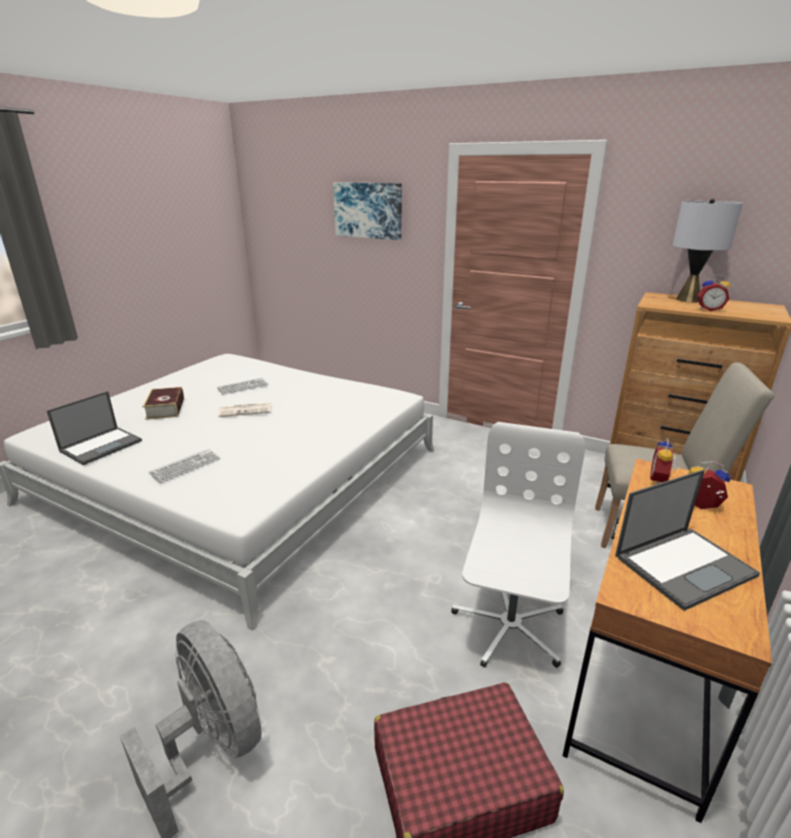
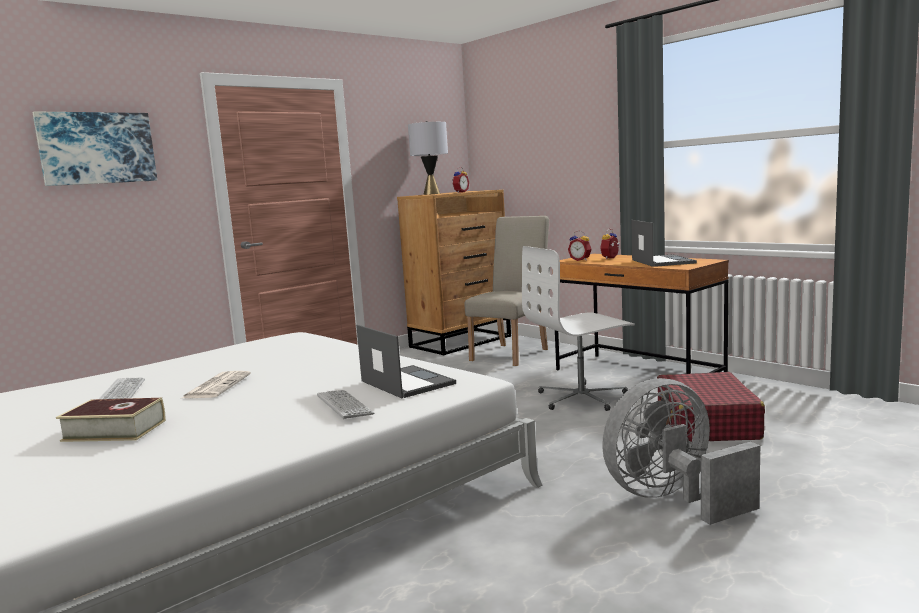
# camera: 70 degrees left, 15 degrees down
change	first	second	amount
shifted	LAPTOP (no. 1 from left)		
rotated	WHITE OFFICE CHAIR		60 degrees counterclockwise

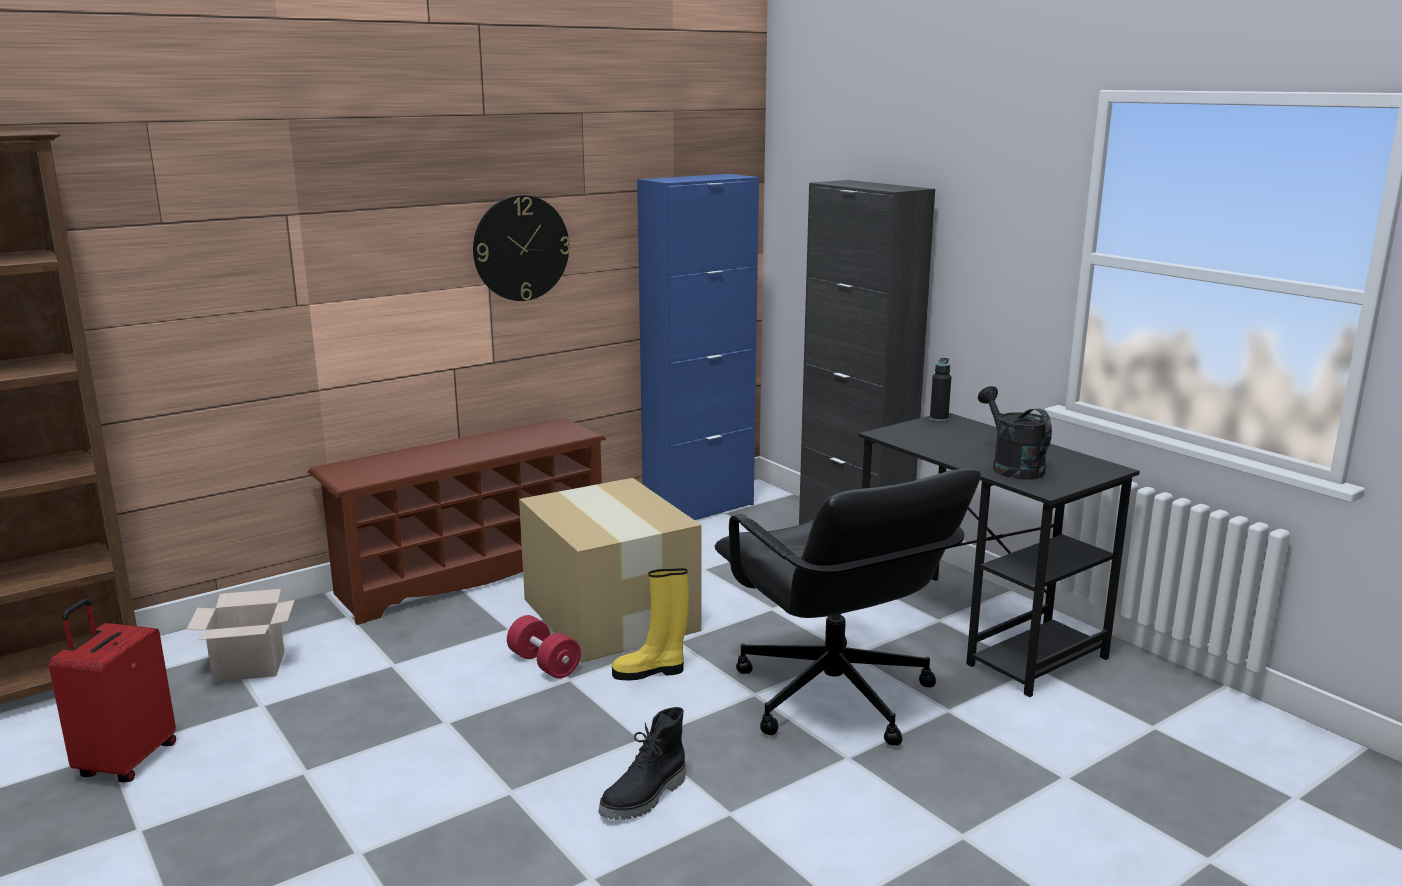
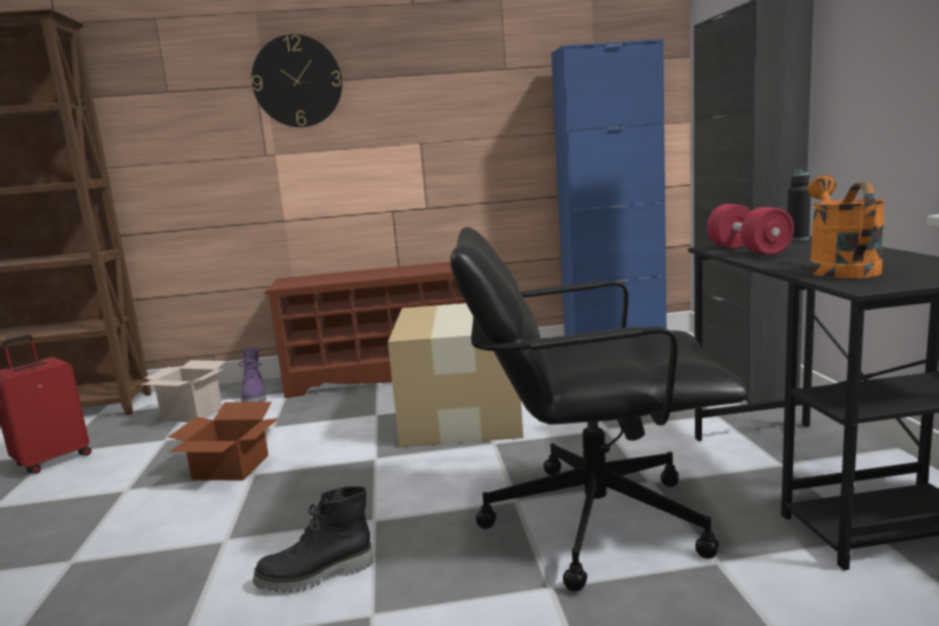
# camera: 30 degrees right, 5 degrees down
change	first	second	amount
shifted	WALL CLOCK		
repainted	BLACK WATERING CAN	ORANGE WATERING CAN	
rotated	BLACK OFFICE CHAIR		90 degrees clockwise
gone	YELLOW BOOT		
shifted	RED DUMBBELL		
new		PURPLE BOOT	
new		CARDBOARD BOX (no. 2 from left)	

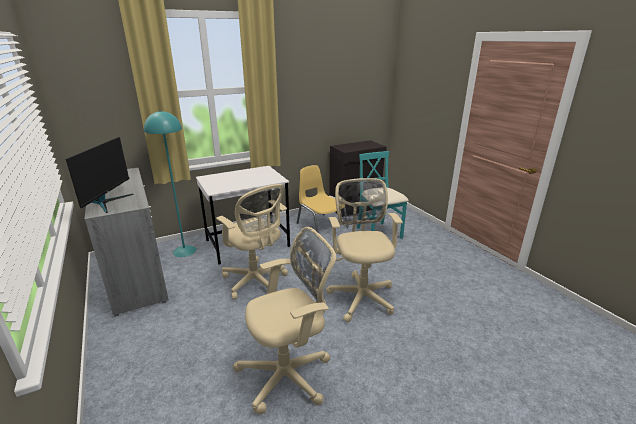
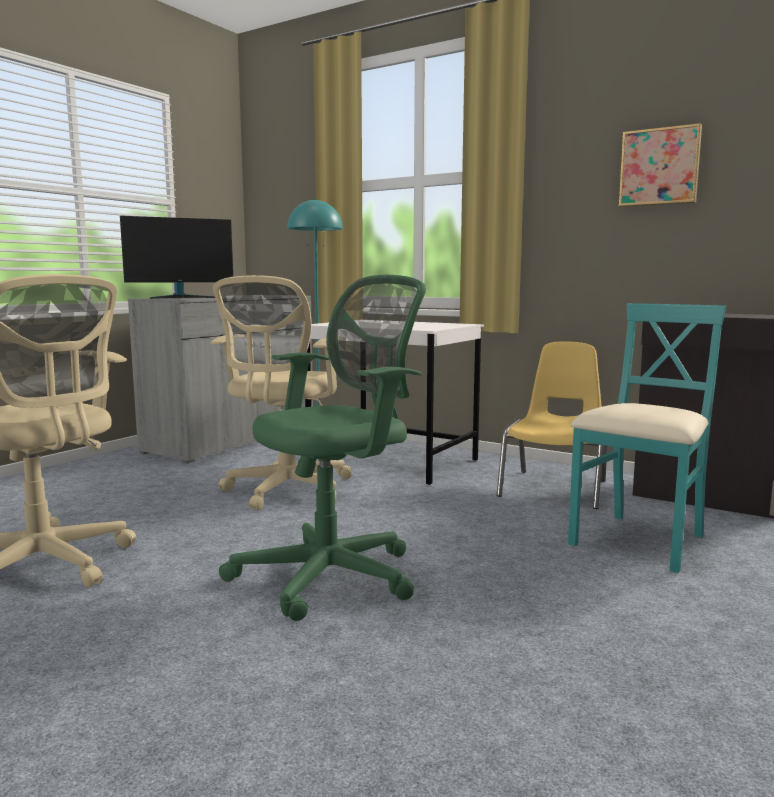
# camera: 60 degrees right, 15 degrees down
change	first	second	amount
repainted	BEIGE OFFICE CHAIR (no. 3 from left)	GREEN OFFICE CHAIR	
new		PICTURE	

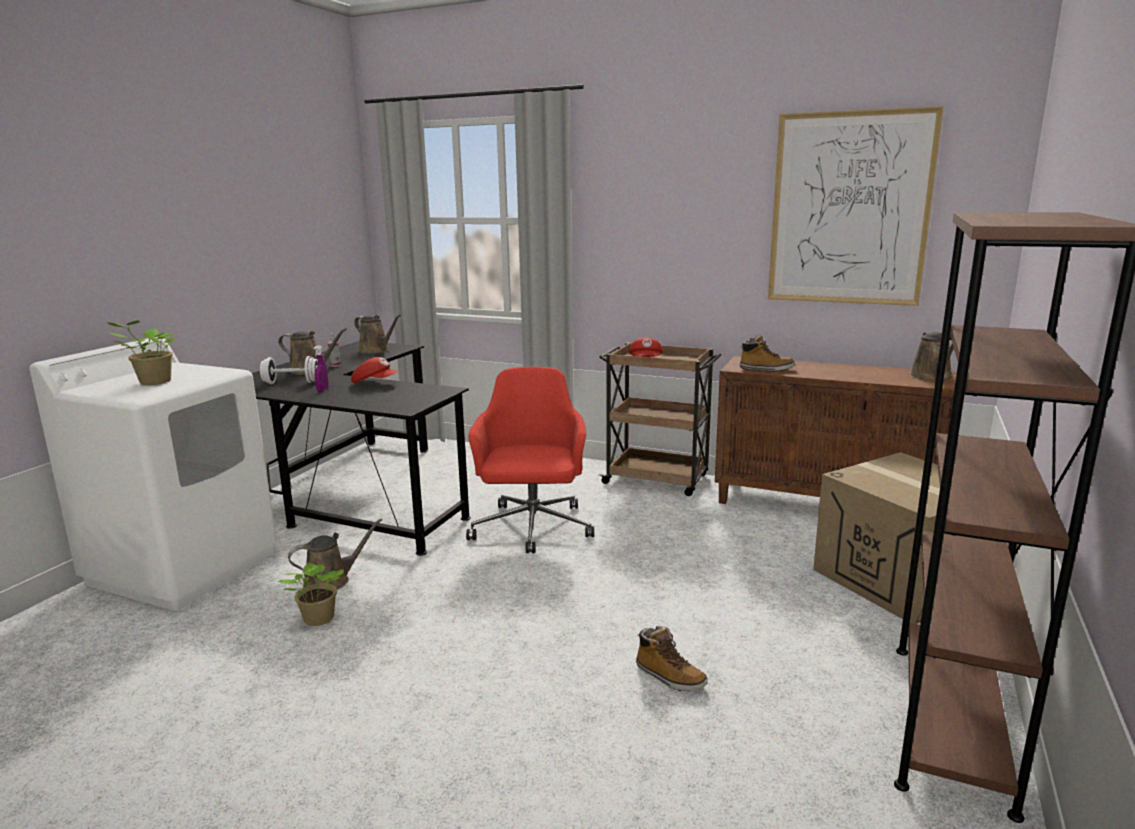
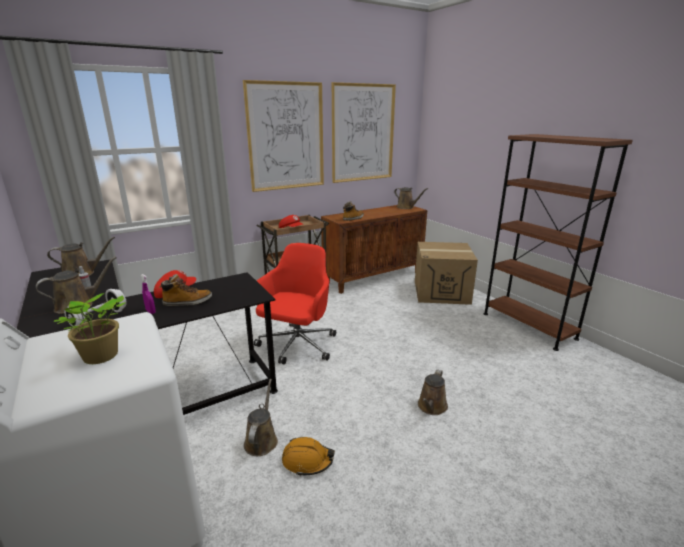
# camera: 55 degrees left, 5 degrees up
change	first	second	amount
rotated	RED OFFICE CHAIR		75 degrees clockwise
swapped	POTTED PLANT (no. 2 from left)	ORANGE HARD HAT	
shifted	BOOT (no. 1 from left)		
new		PICTURE (no. 1 from left)	
new		BROWN WATERING CAN (no. 5 from left)	

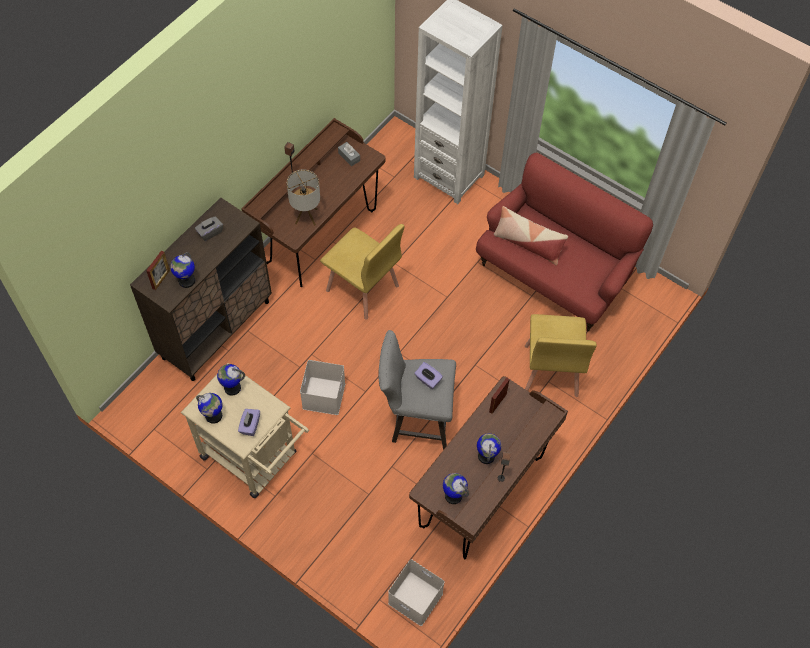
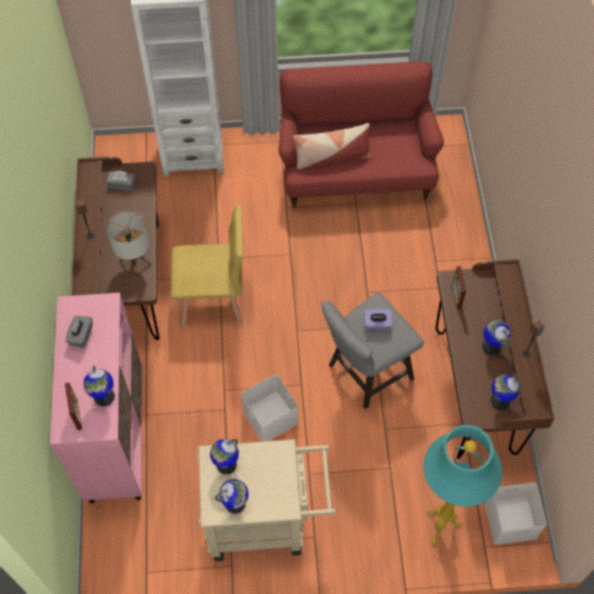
# camera: 40 degrees left, 0 degrees up
change	first	second	amount
repainted	BROWN CABINET	PINK CABINET	
gone	YELLOW CHAIR (no. 2 from left)		
gone	PURPLE TISSUE BOX (no. 1 from left)		
new		TURQUOISE FLOOR LAMP	

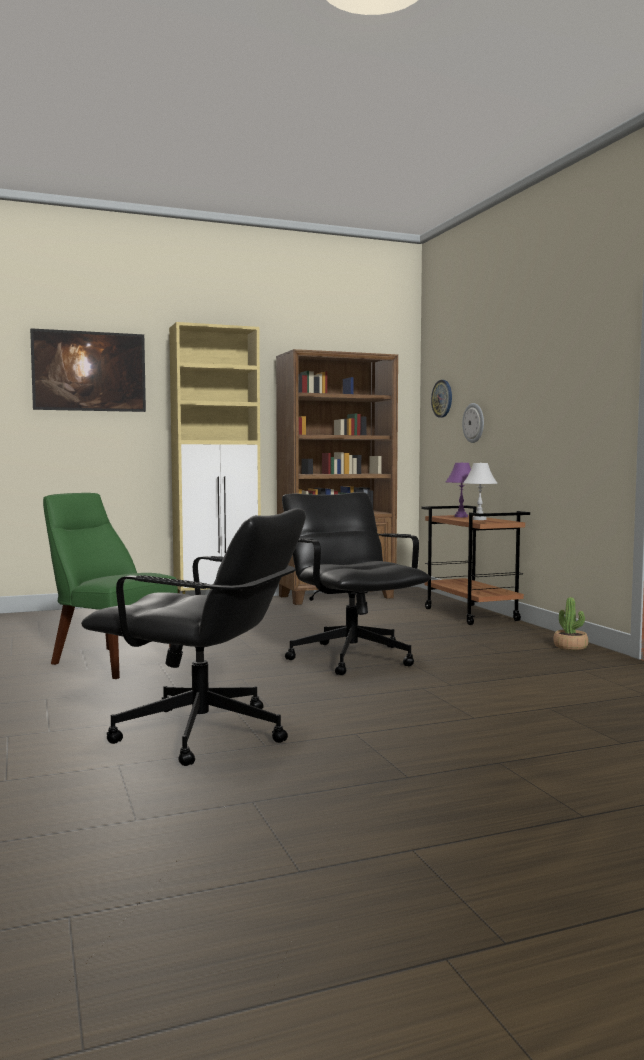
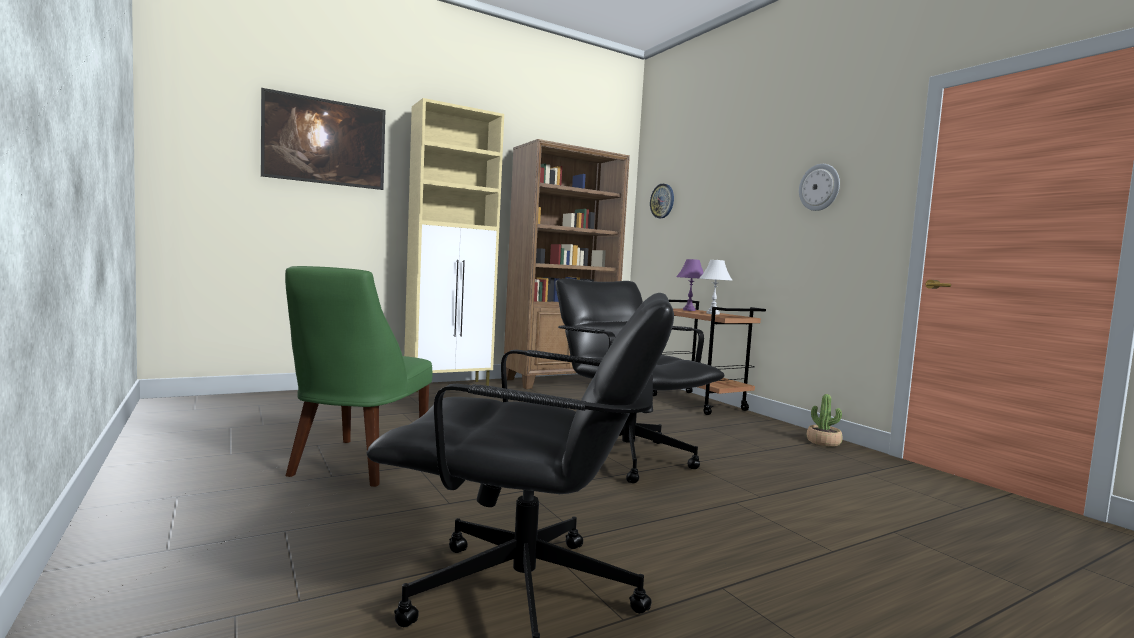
# camera: 10 degrees left, 0 degrees up
change	first	second	amount
shifted	WALL CLOCK (no. 2 from left)		
rotated	GREEN CHAIR		105 degrees counterclockwise

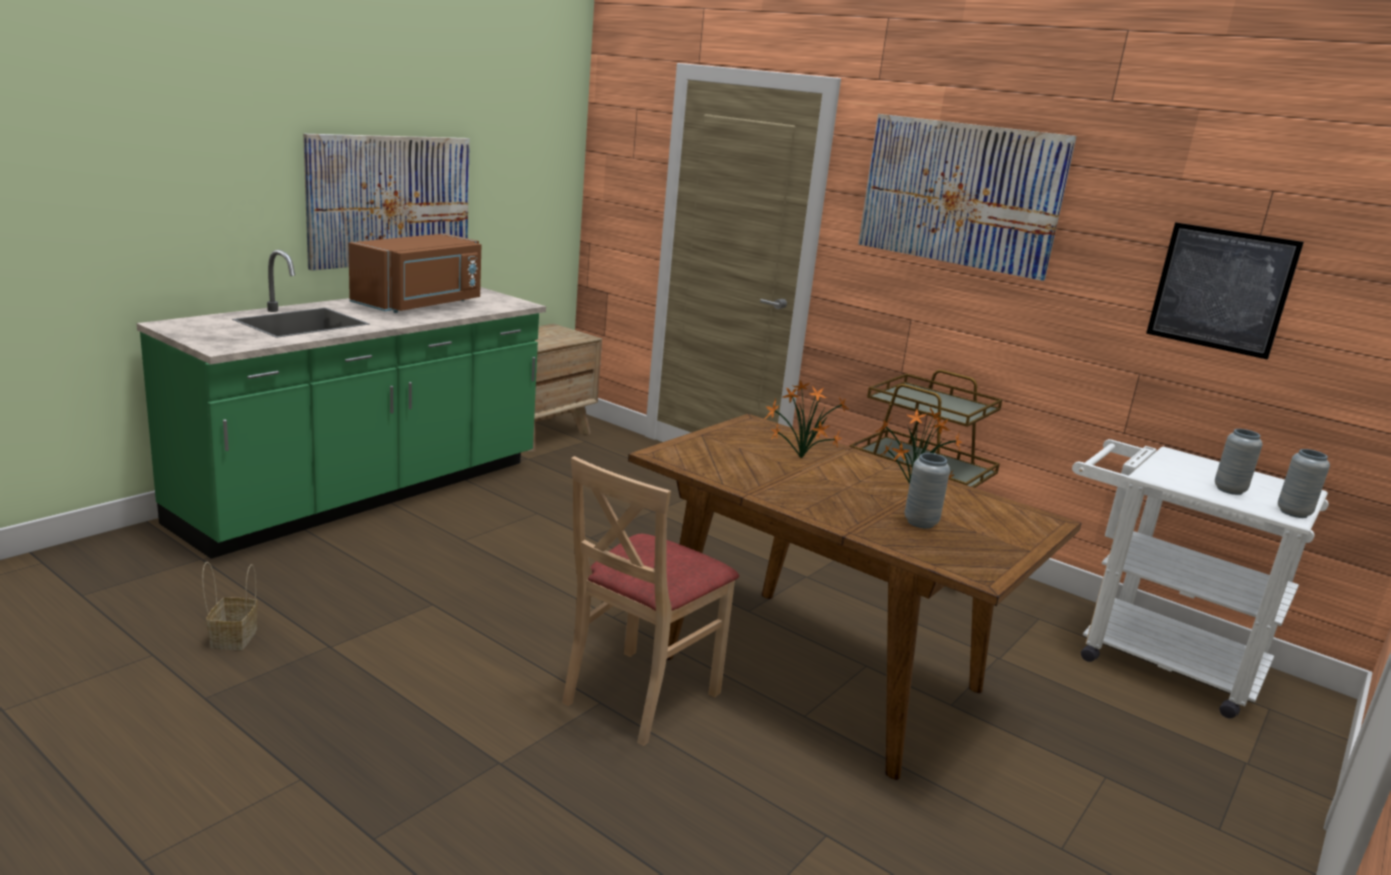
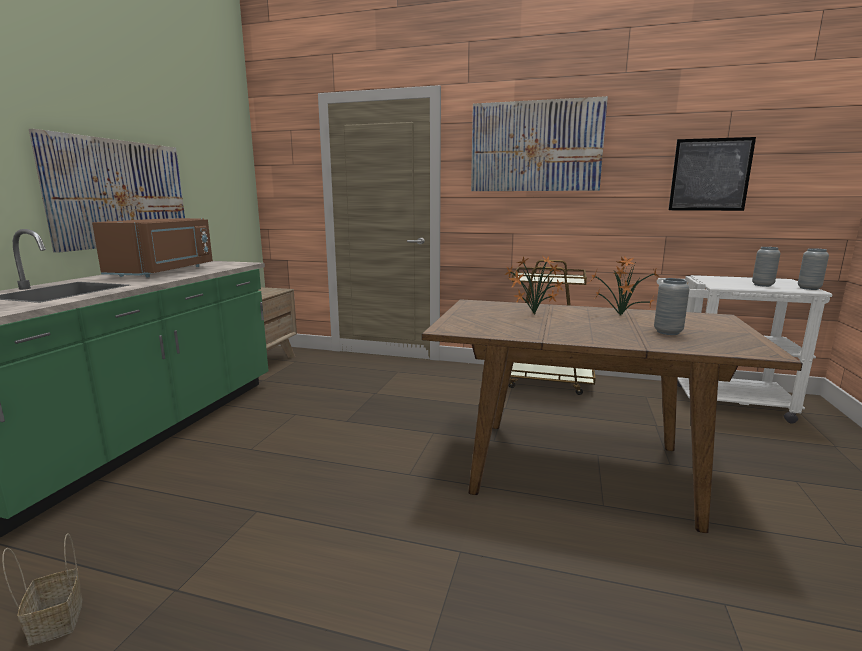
# camera: 20 degrees left, 5 degrees down
change	first	second	amount
gone	BEIGE CHAIR		

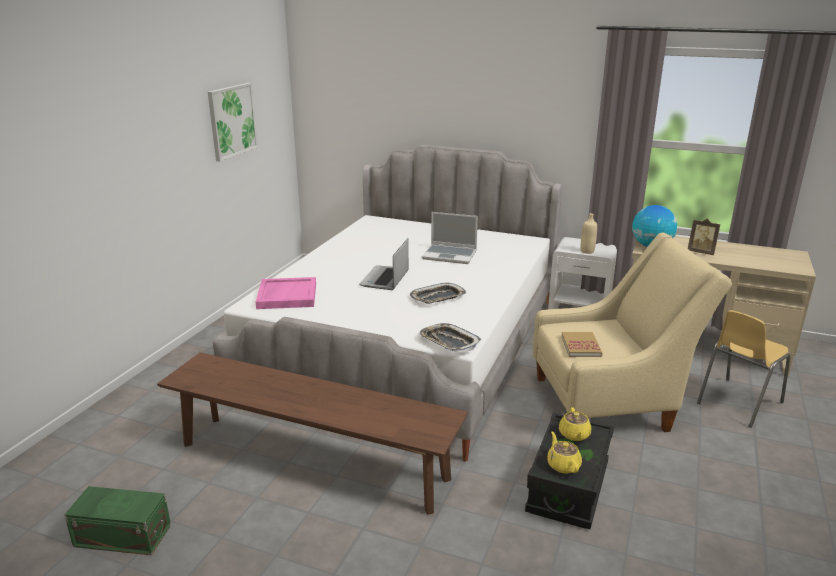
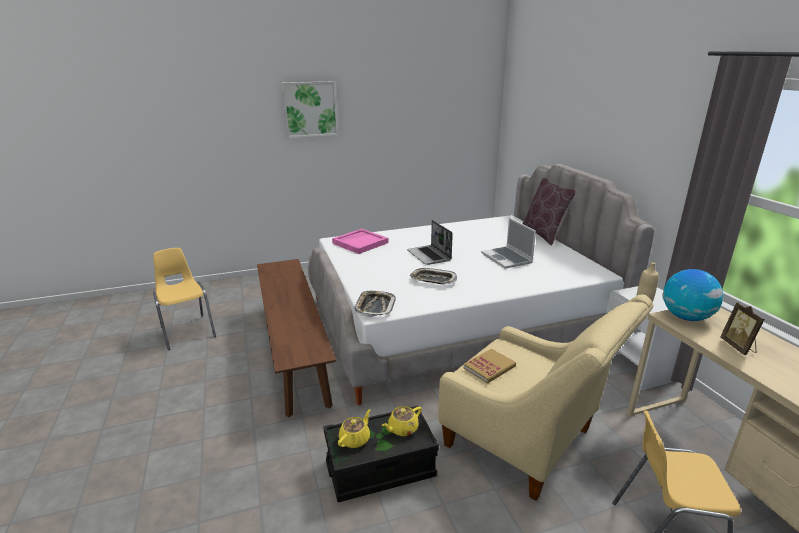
# camera: 50 degrees right, 0 degrees up
change	first	second	amount
shifted	PICTURE		
rotated	LAPTOP (no. 1 from left)		90 degrees counterclockwise
swapped	GREEN STORAGE BOX	YELLOW CHAIR (no. 1 from left)	
new		BROWN PILLOW	

